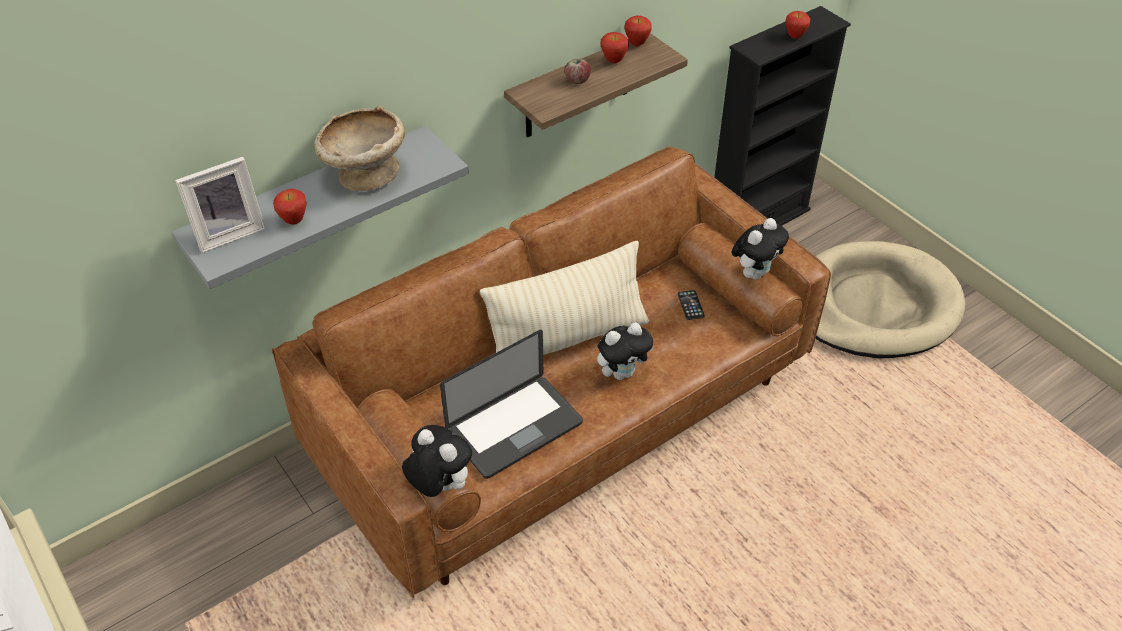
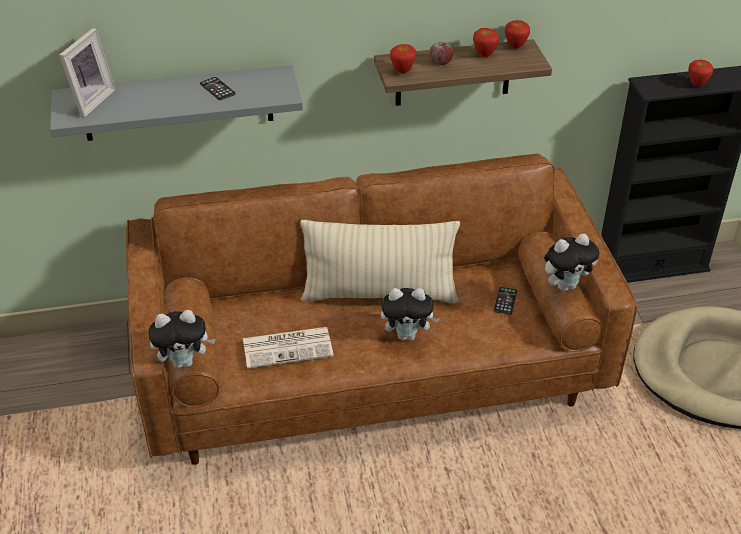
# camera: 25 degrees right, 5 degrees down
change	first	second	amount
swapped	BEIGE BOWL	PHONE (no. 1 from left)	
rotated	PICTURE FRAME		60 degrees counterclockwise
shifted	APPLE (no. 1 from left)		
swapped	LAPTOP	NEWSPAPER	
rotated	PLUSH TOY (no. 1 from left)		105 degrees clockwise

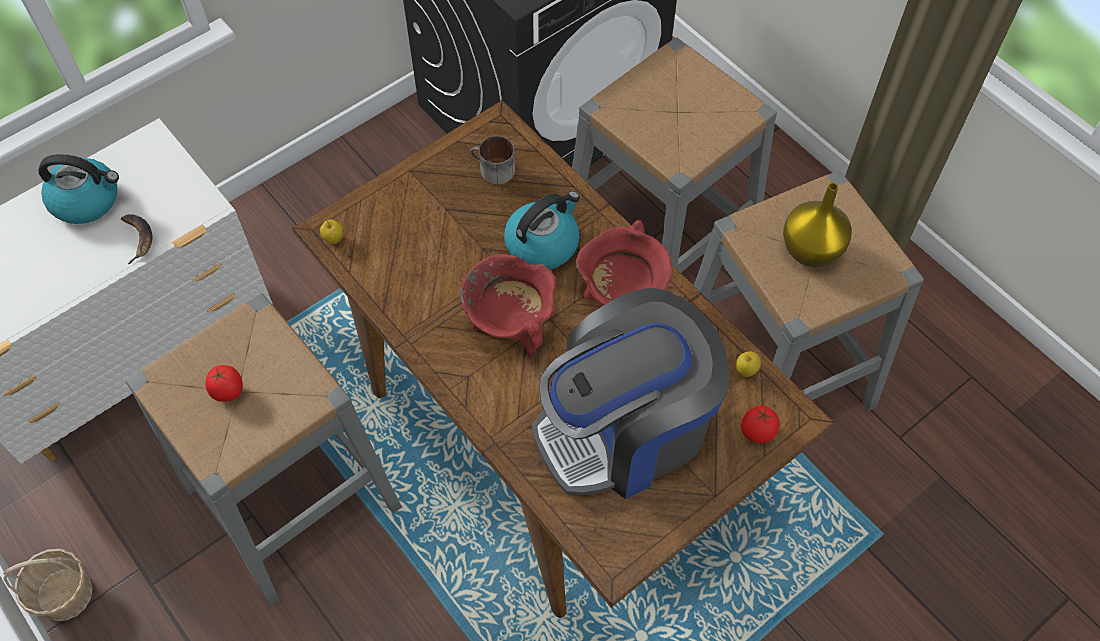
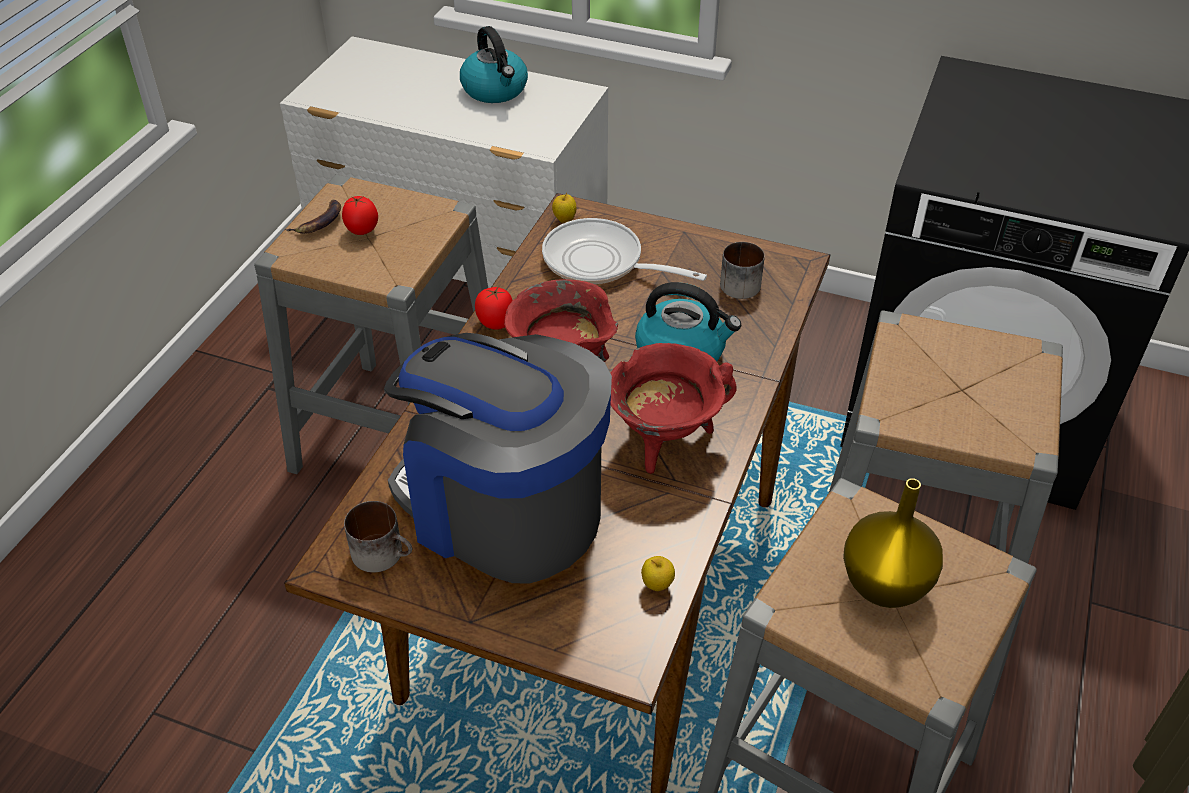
# camera: 60 degrees right, 15 degrees down
change	first	second	amount
shifted	BANANA		
shifted	TOMATO (no. 2 from left)		
gone	BASKET		
new		FRYING PAN	
new		MUG (no. 1 from left)	

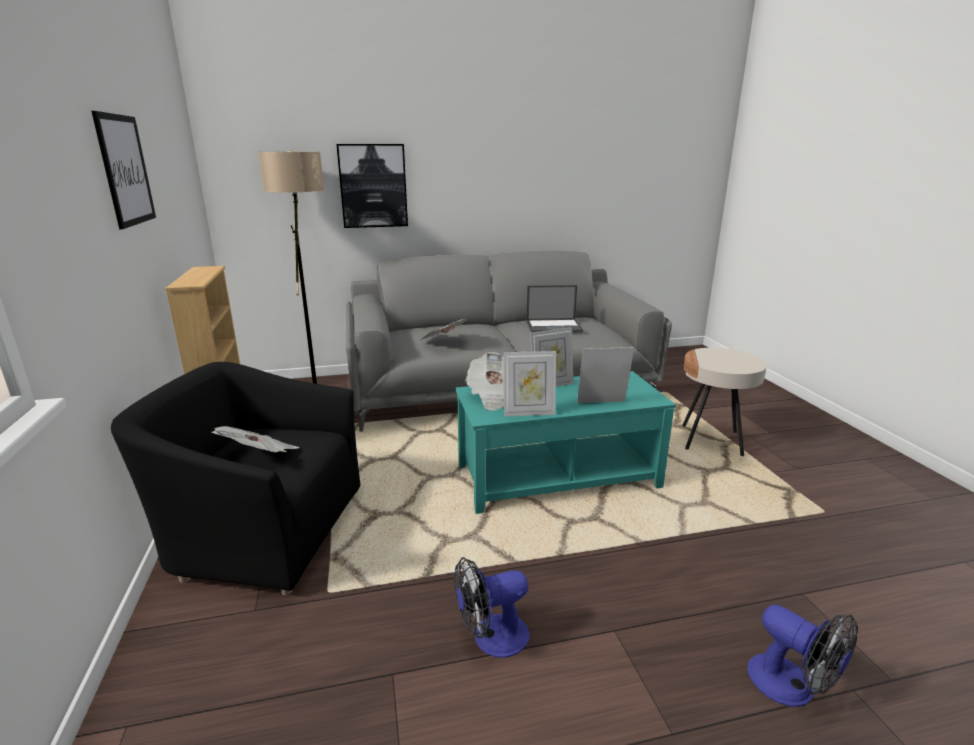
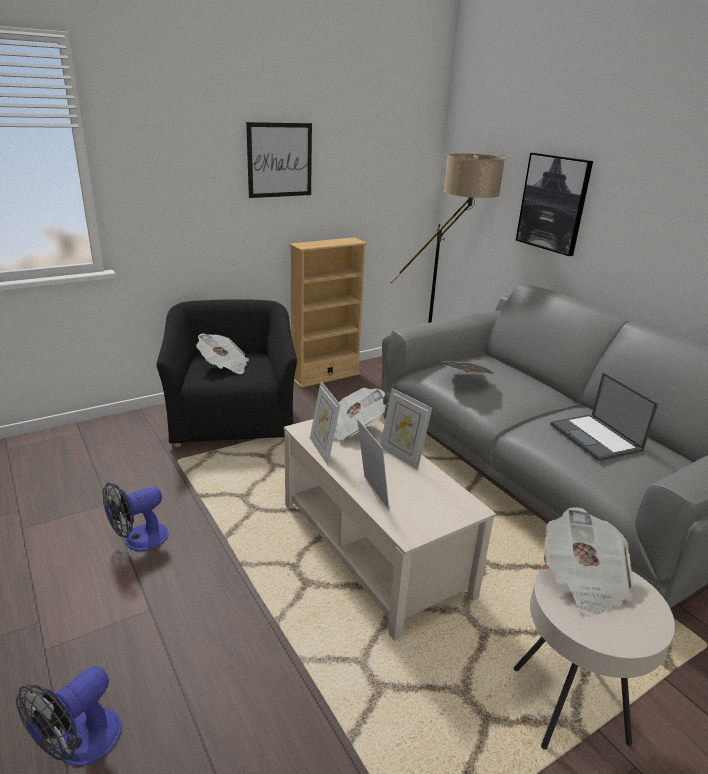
# camera: 70 degrees right, 5 degrees up
change	first	second	amount
repainted	TURQUOISE COFFEE TABLE	BEIGE COFFEE TABLE	
rotated	FAN (no. 1 from left in the first image)	FAN (no. 2 from left)	90 degrees counterclockwise
new		NEWSPAPER (no. 4 from left)	

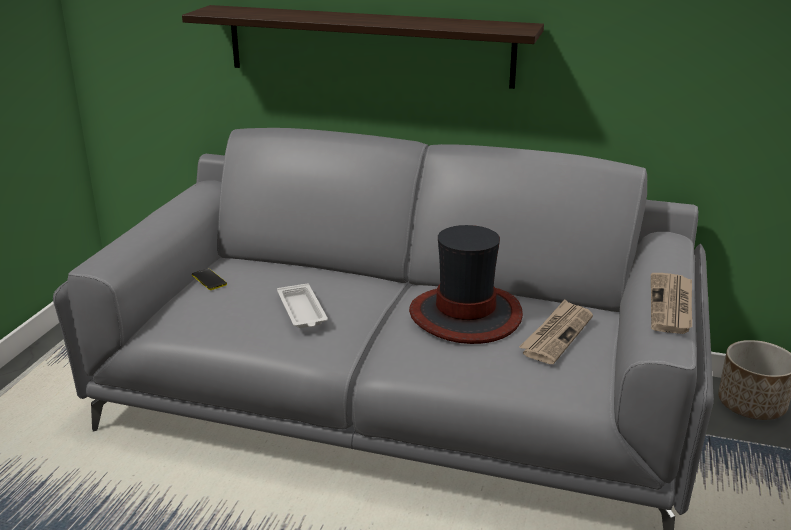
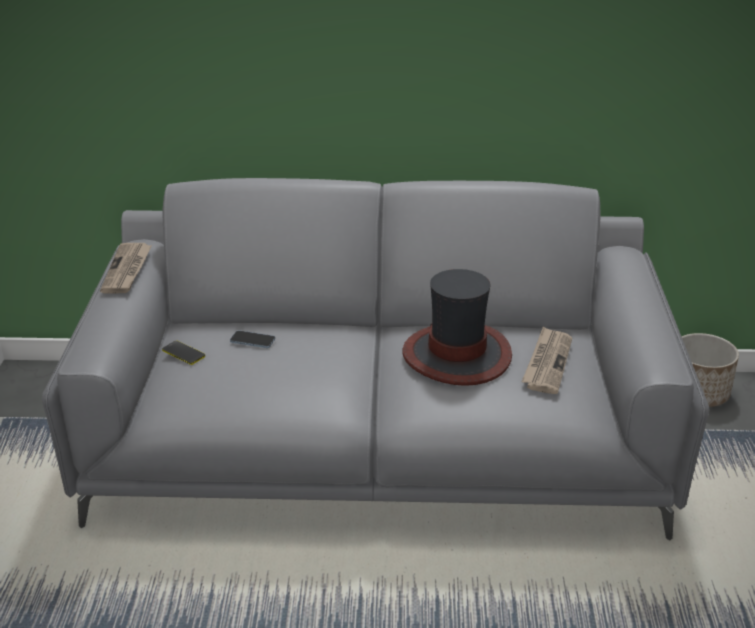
# camera: 15 degrees left, 5 degrees up
change	first	second	amount
gone	SHELF		
shifted	NEWSPAPER (no. 2 from left in the first image)	NEWSPAPER (no. 1 from left)	
gone	WHITE TRAY		
new		PHONE (no. 2 from left)	

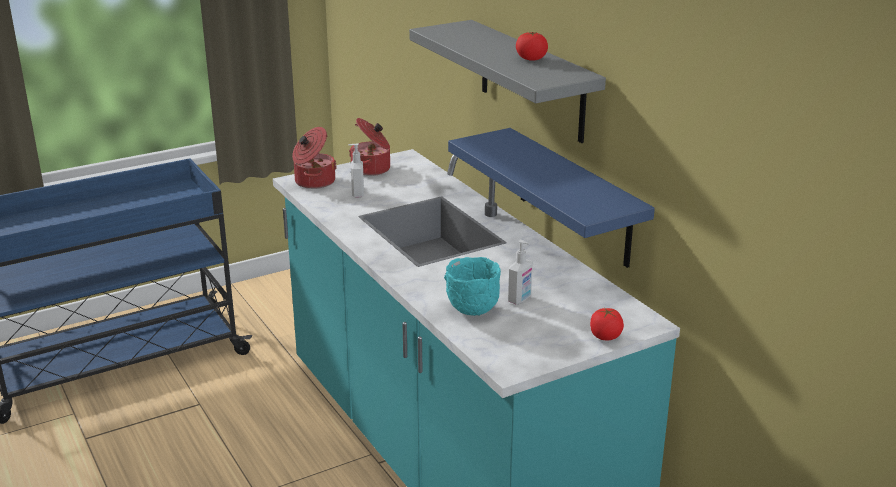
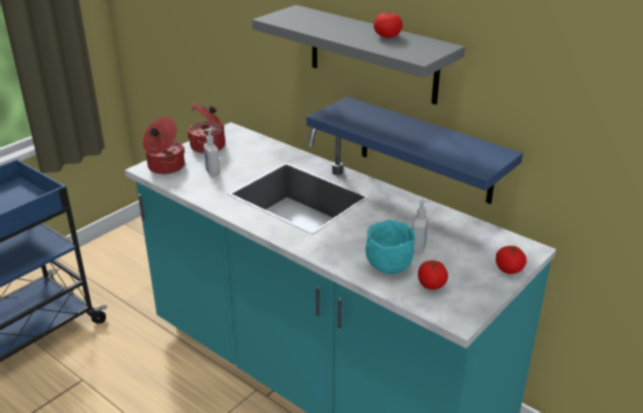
# camera: 20 degrees left, 5 degrees up
change	first	second	amount
new		TOMATO (no. 2 from left)	

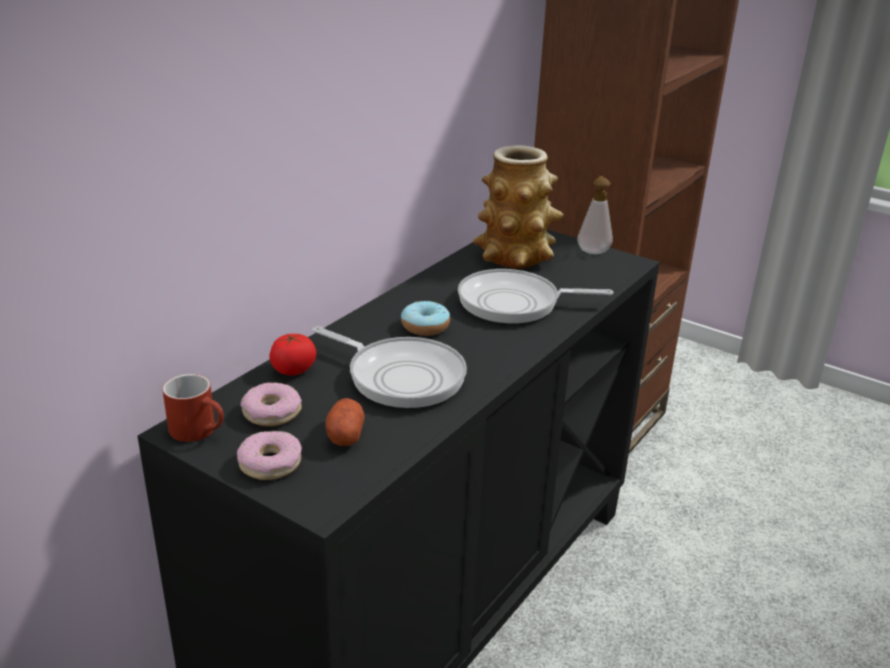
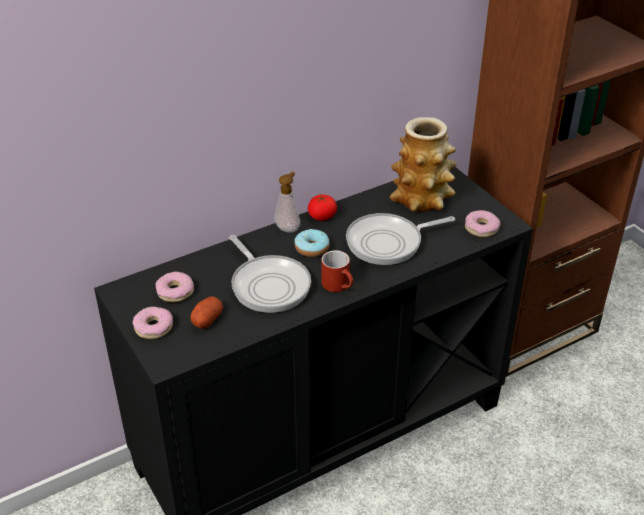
# camera: 25 degrees right, 10 degrees up
change	first	second	amount
shifted	SOAP DISPENSER		
rotated	FRYING PAN (no. 2 from left)		45 degrees counterclockwise
shifted	TOMATO		
shifted	RED MUG		
new		DONUT (no. 4 from left)	

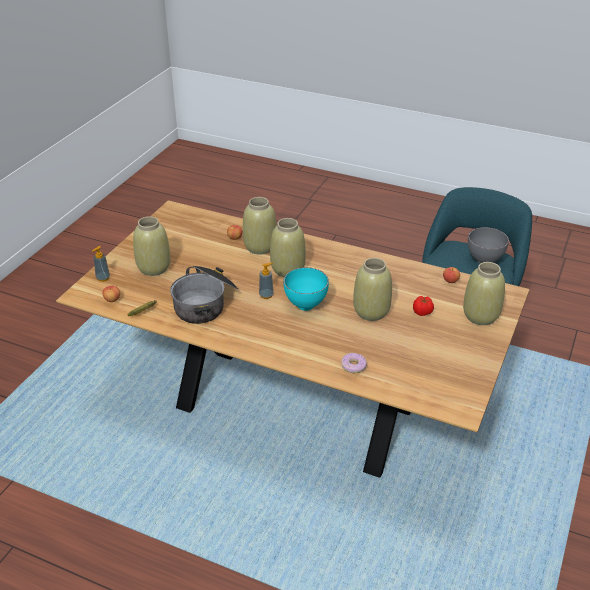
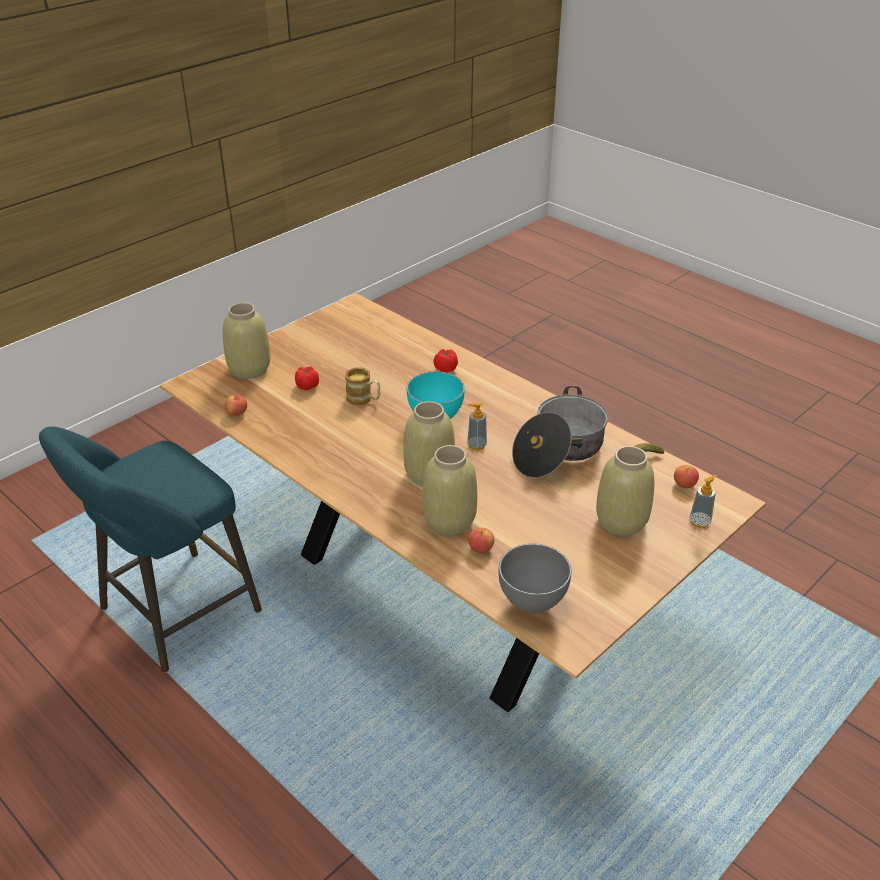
# camera: 160 degrees left, 0 degrees up
change	first	second	amount
shifted	GREY BOWL		
swapped	BEIGE VASE (no. 4 from left)	MUG	
gone	DONUT		
new		TOMATO (no. 2 from left)	

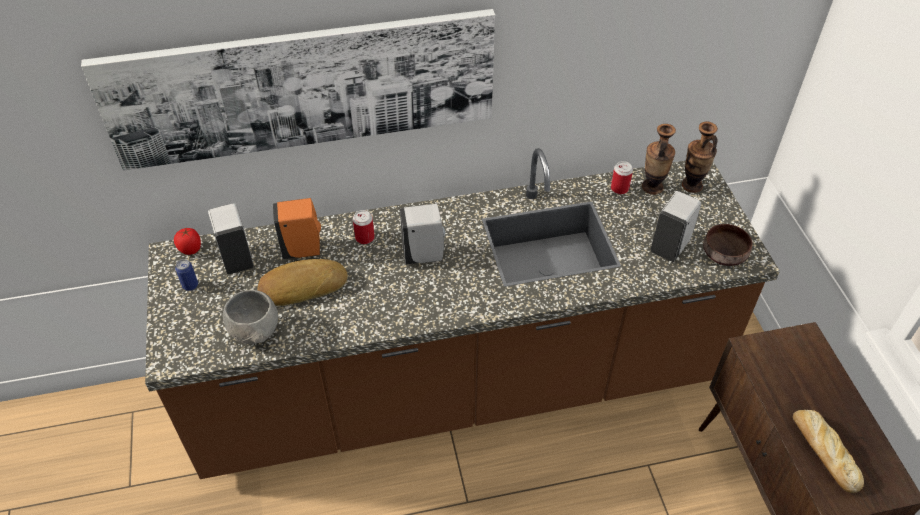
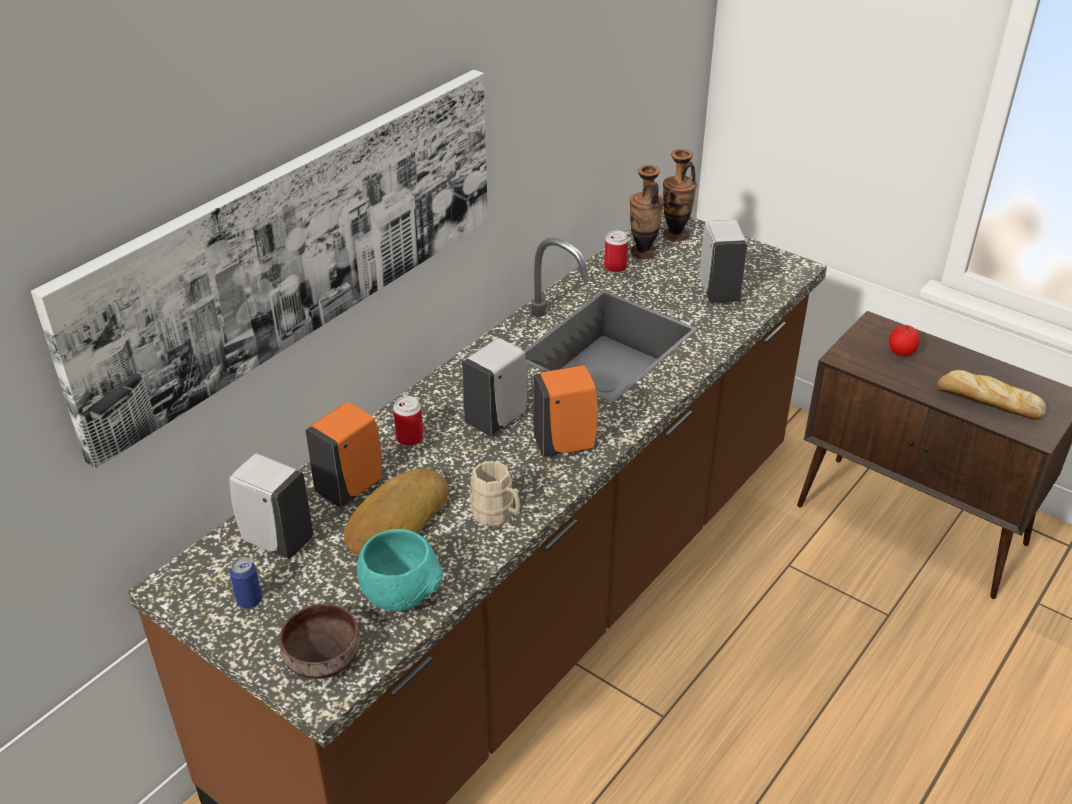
# camera: 40 degrees left, 10 degrees down
change	first	second	amount
shifted	BROWN BOWL		
shifted	TOMATO		
repainted	GREY BOWL	TURQUOISE BOWL	
new		ORANGE SOAP DISPENSER (no. 2 from left)	
new		BEIGE MUG	

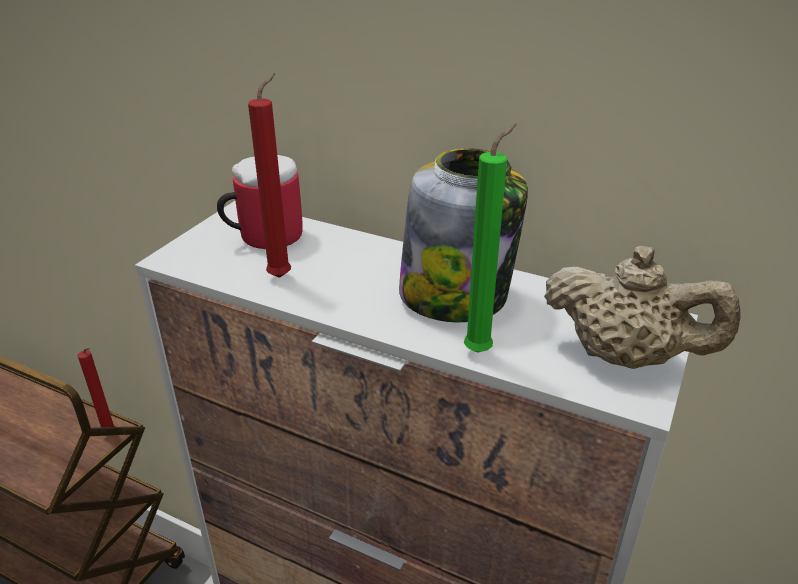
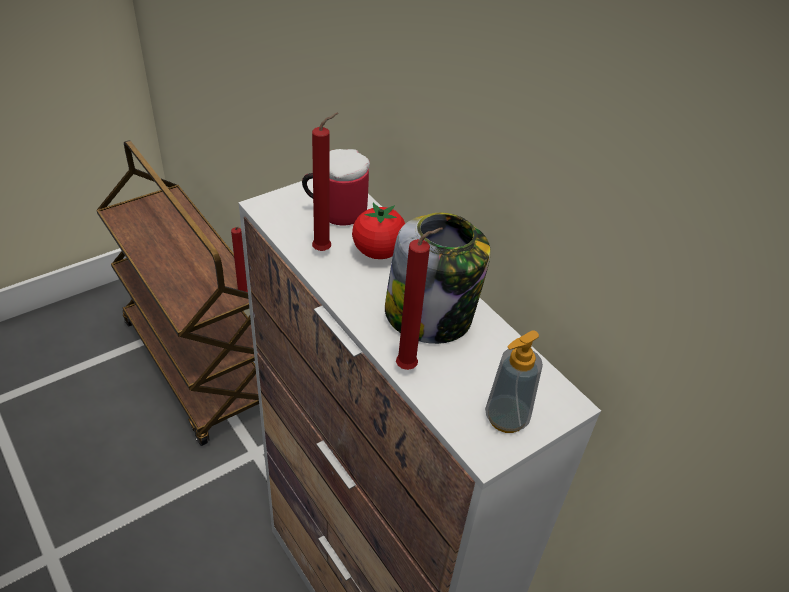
# camera: 25 degrees right, 10 degrees up
change	first	second	amount
repainted	GREEN CANDLE	RED CANDLE (no. 3 from left)	
swapped	BEIGE TEAPOT	SOAP DISPENSER	
new		TOMATO	

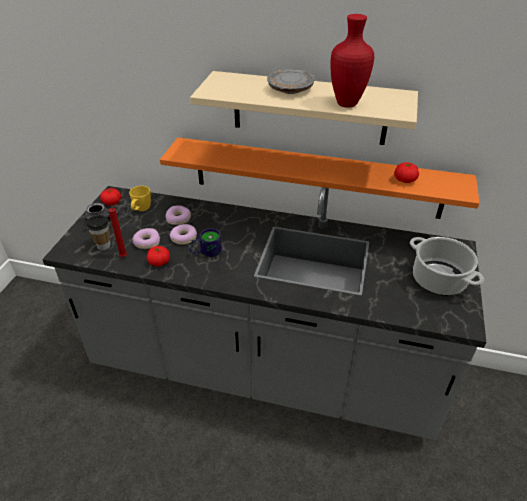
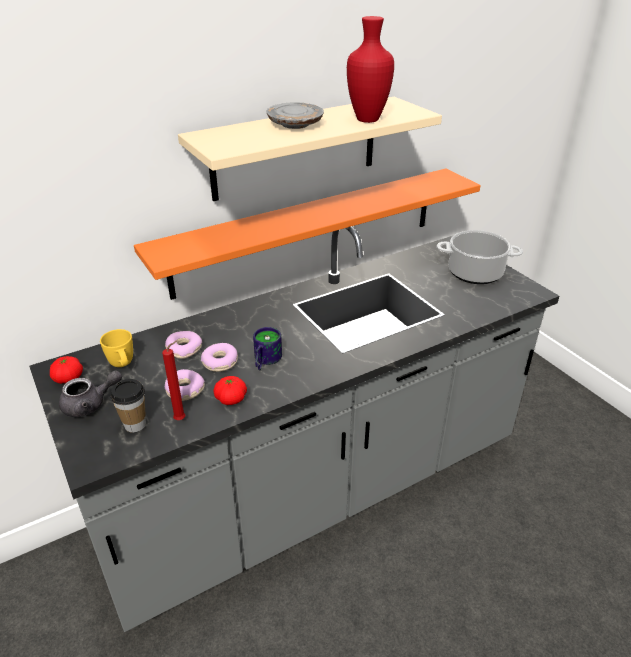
# camera: 45 degrees left, 5 degrees down
change	first	second	amount
gone	TOMATO (no. 3 from left)		

